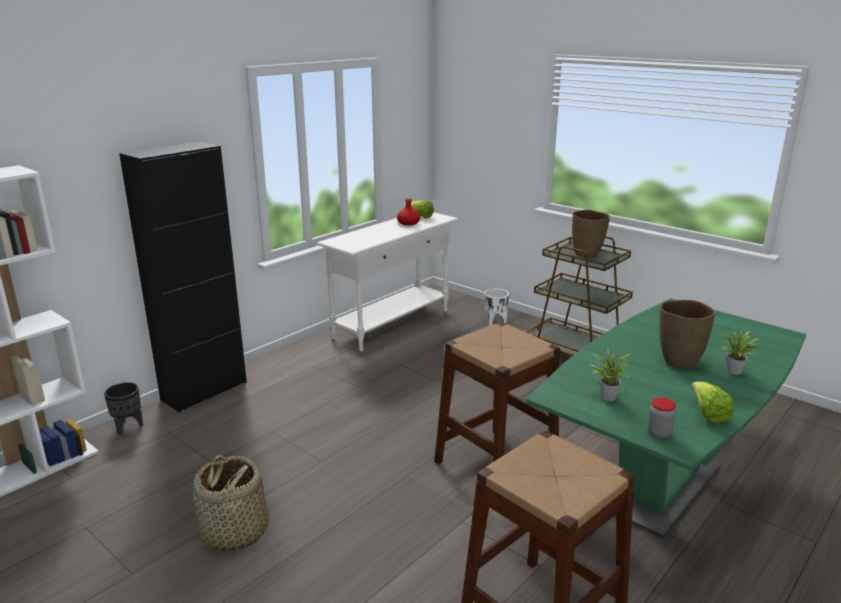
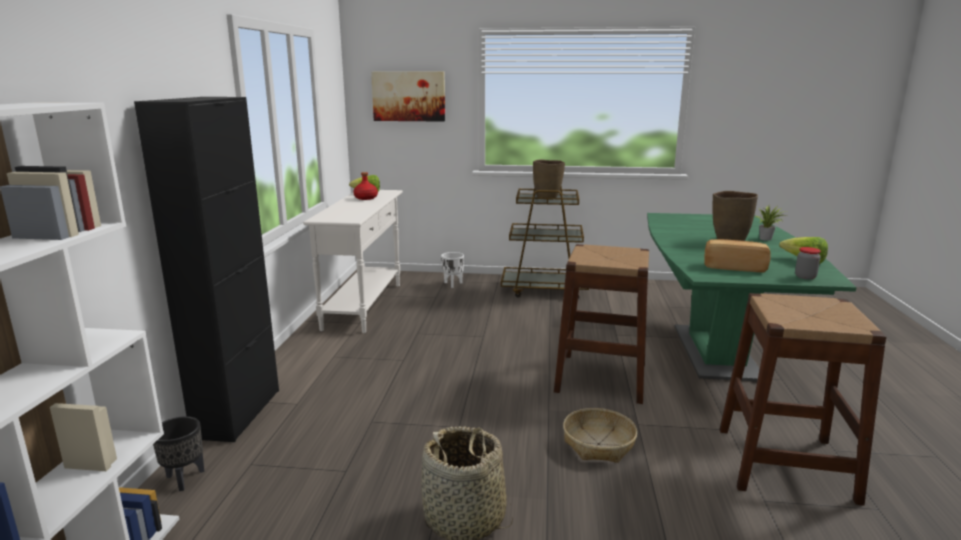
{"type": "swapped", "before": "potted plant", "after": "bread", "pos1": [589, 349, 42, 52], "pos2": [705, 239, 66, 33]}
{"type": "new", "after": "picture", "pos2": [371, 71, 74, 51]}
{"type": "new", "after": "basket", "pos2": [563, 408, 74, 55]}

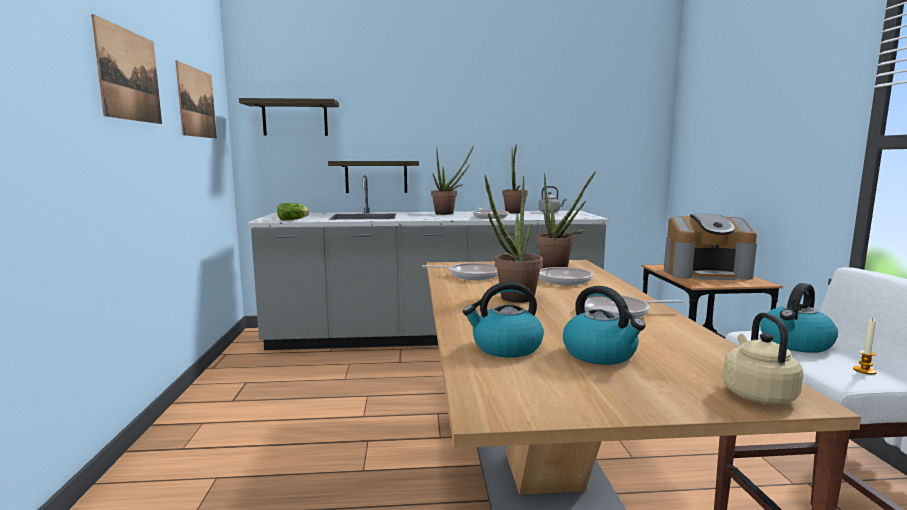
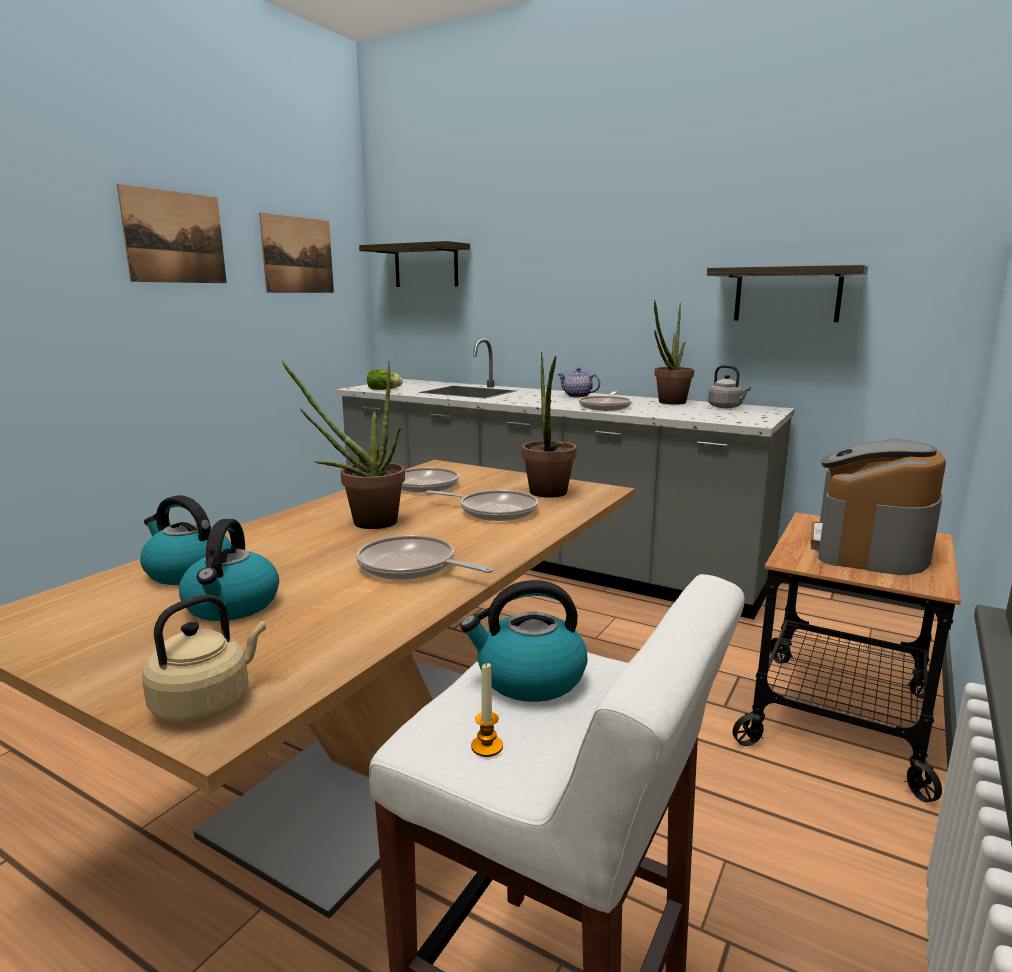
{"type": "shifted", "before": "shelf", "pos1": [328, 161, 91, 32], "pos2": [707, 265, 161, 57]}
{"type": "swapped", "before": "potted plant", "after": "teapot", "pos1": [431, 145, 43, 70], "pos2": [558, 368, 42, 30]}
{"type": "rotated", "before": "coffee machine", "pos1": [664, 214, 93, 66], "pos2": [811, 438, 135, 137], "turn": 75}

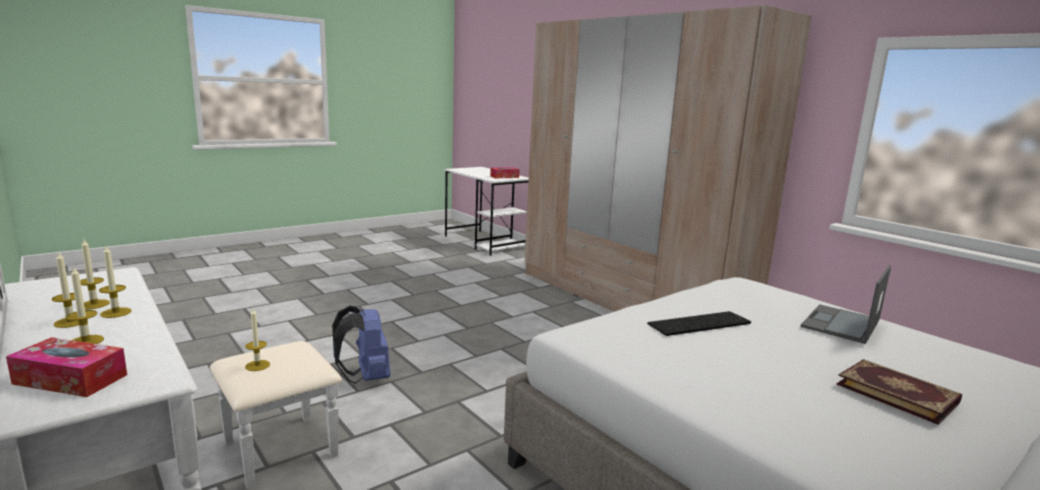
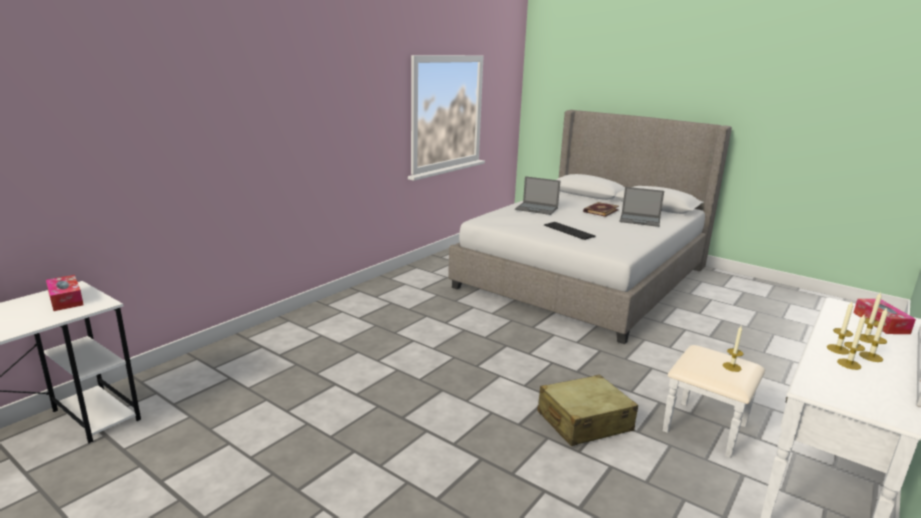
{"type": "swapped", "before": "blue backpack", "after": "beige suitcase", "pos1": [332, 305, 58, 79], "pos2": [537, 375, 101, 71]}
{"type": "gone", "before": "beige wardrobe", "pos1": [525, 5, 287, 307]}
{"type": "new", "after": "laptop", "pos2": [619, 187, 45, 40]}

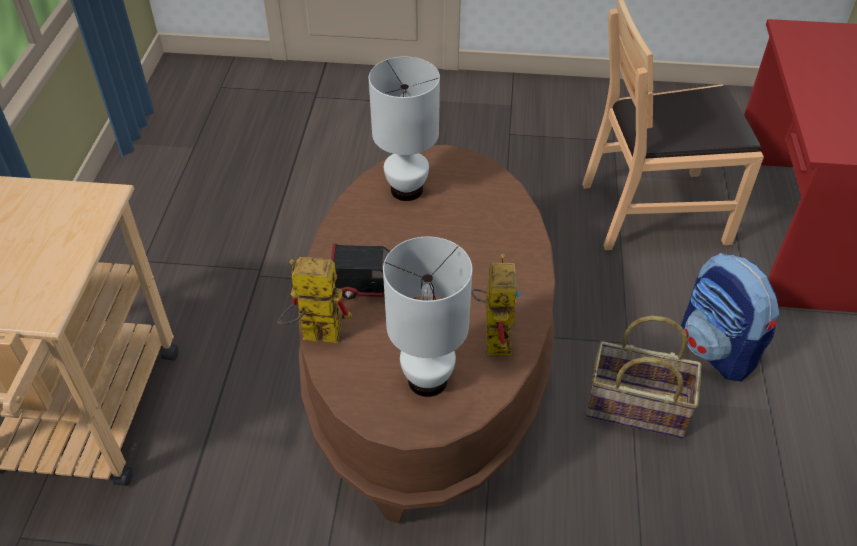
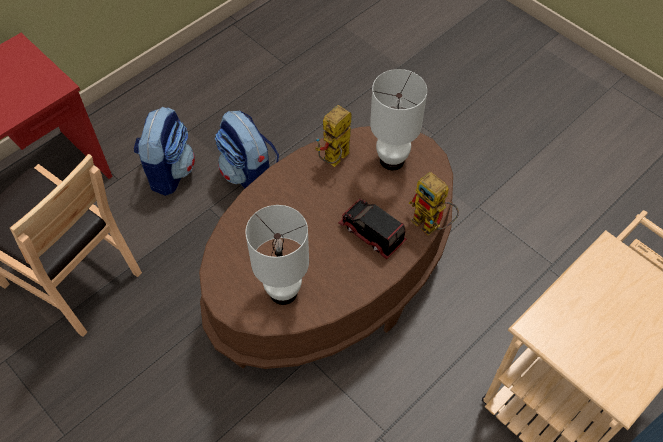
{"type": "swapped", "before": "basket", "after": "backpack", "pos1": [586, 316, 116, 122], "pos2": [215, 111, 64, 77]}

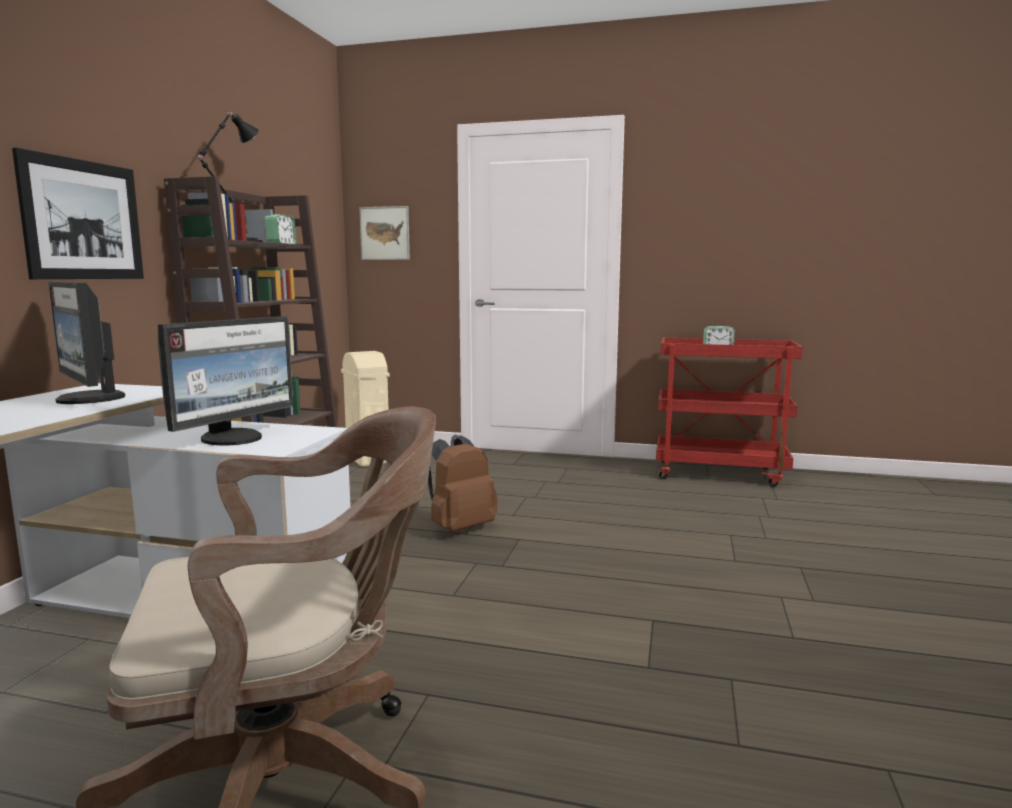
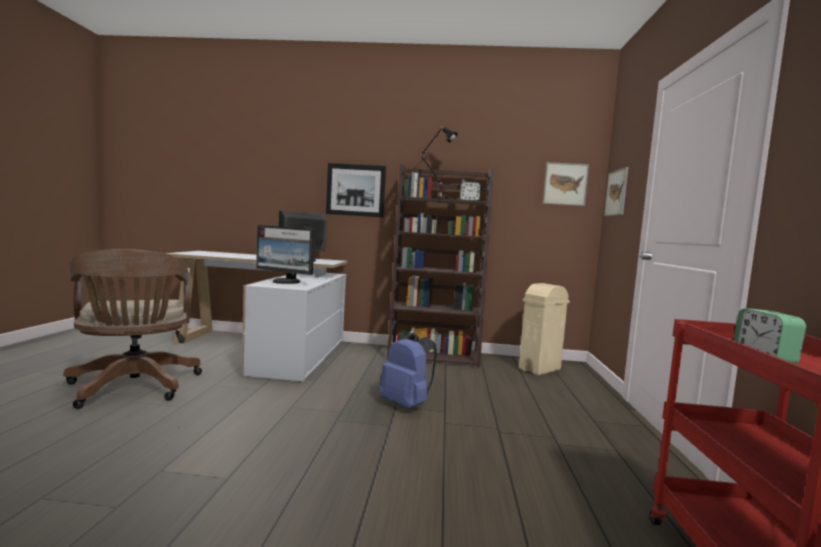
{"type": "repainted", "before": "brown backpack", "after": "blue backpack", "pos1": [428, 435, 70, 97], "pos2": [379, 333, 58, 75]}
{"type": "new", "after": "picture", "pos2": [543, 162, 46, 44]}

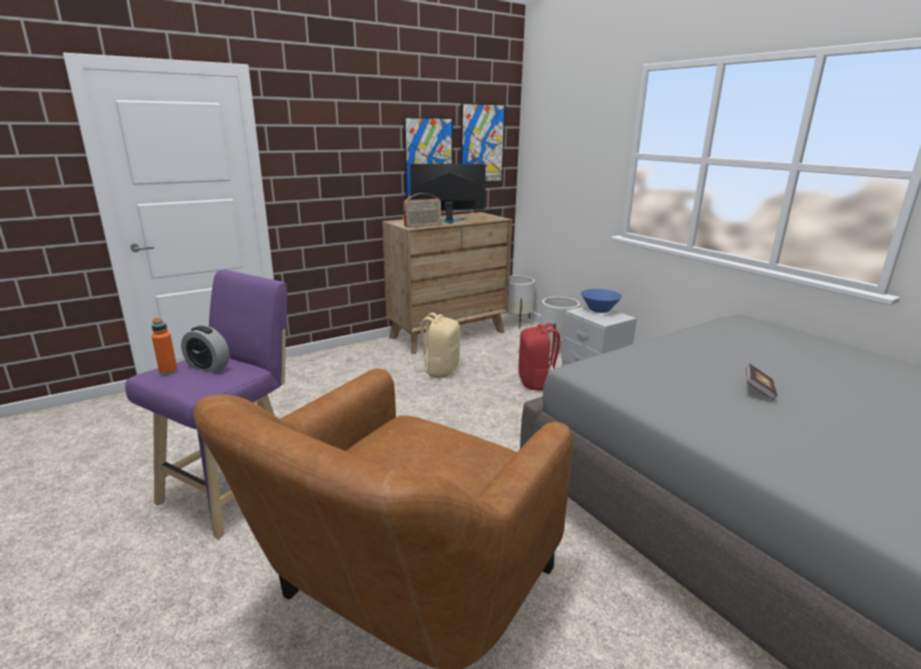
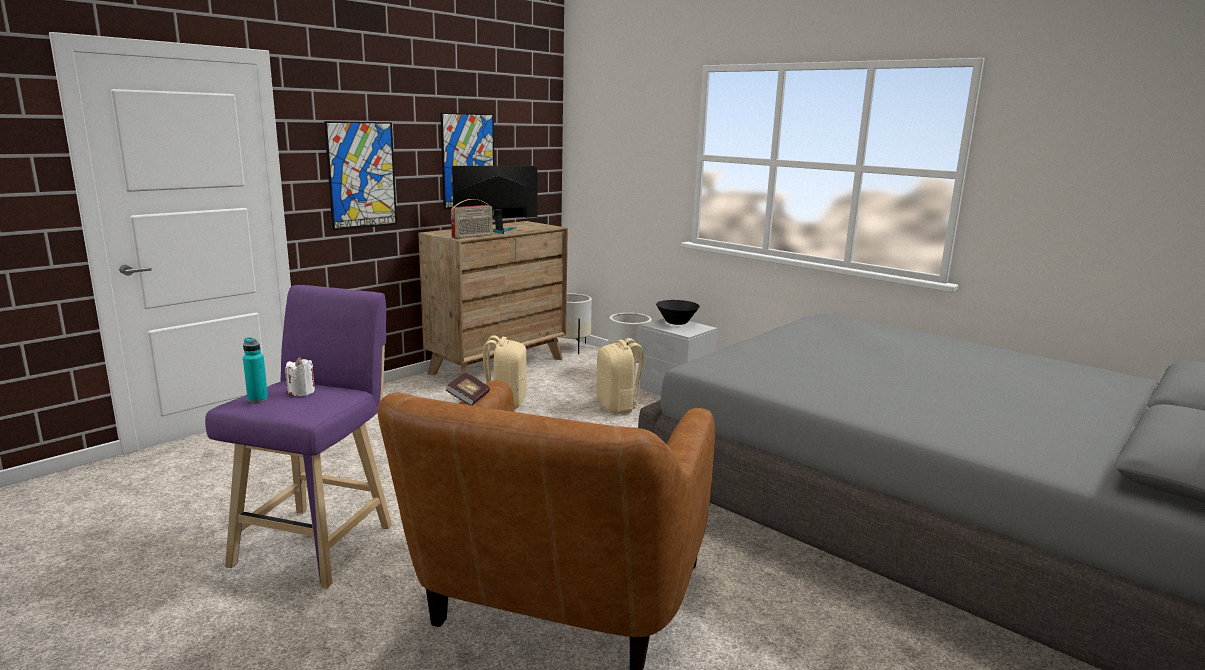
{"type": "repainted", "before": "orange bottle", "after": "turquoise bottle", "pos1": [152, 318, 26, 57], "pos2": [243, 338, 25, 65]}
{"type": "swapped", "before": "alarm clock", "after": "white candle", "pos1": [181, 326, 49, 46], "pos2": [285, 357, 30, 39]}
{"type": "shifted", "before": "picture", "pos1": [460, 103, 46, 80], "pos2": [324, 121, 73, 110]}
{"type": "repainted", "before": "red backpack", "after": "beige backpack", "pos1": [518, 323, 42, 67], "pos2": [596, 338, 51, 76]}
{"type": "repainted", "before": "blue bowl", "after": "black bowl", "pos1": [581, 289, 41, 24], "pos2": [656, 300, 44, 25]}
{"type": "shifted", "before": "book", "pos1": [746, 364, 31, 35], "pos2": [446, 372, 44, 34]}

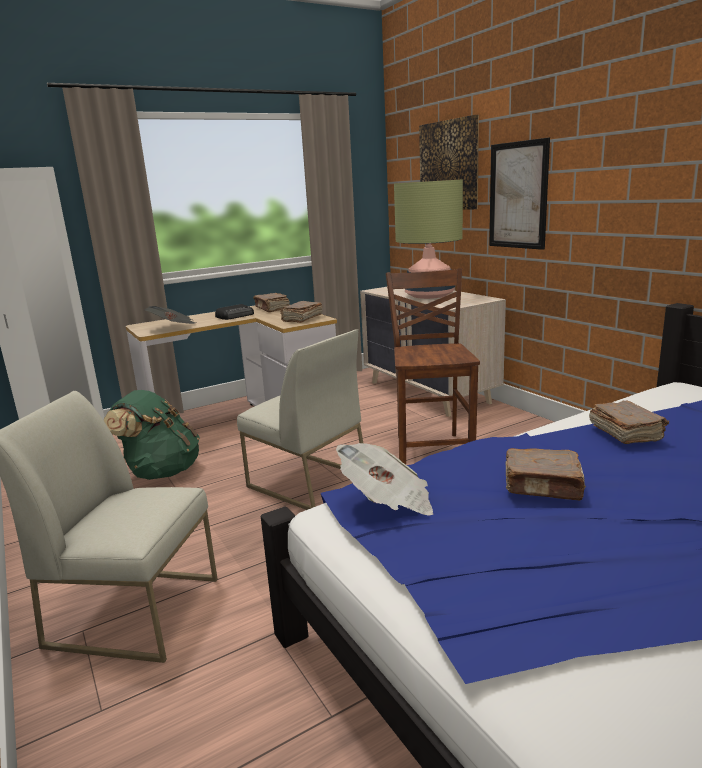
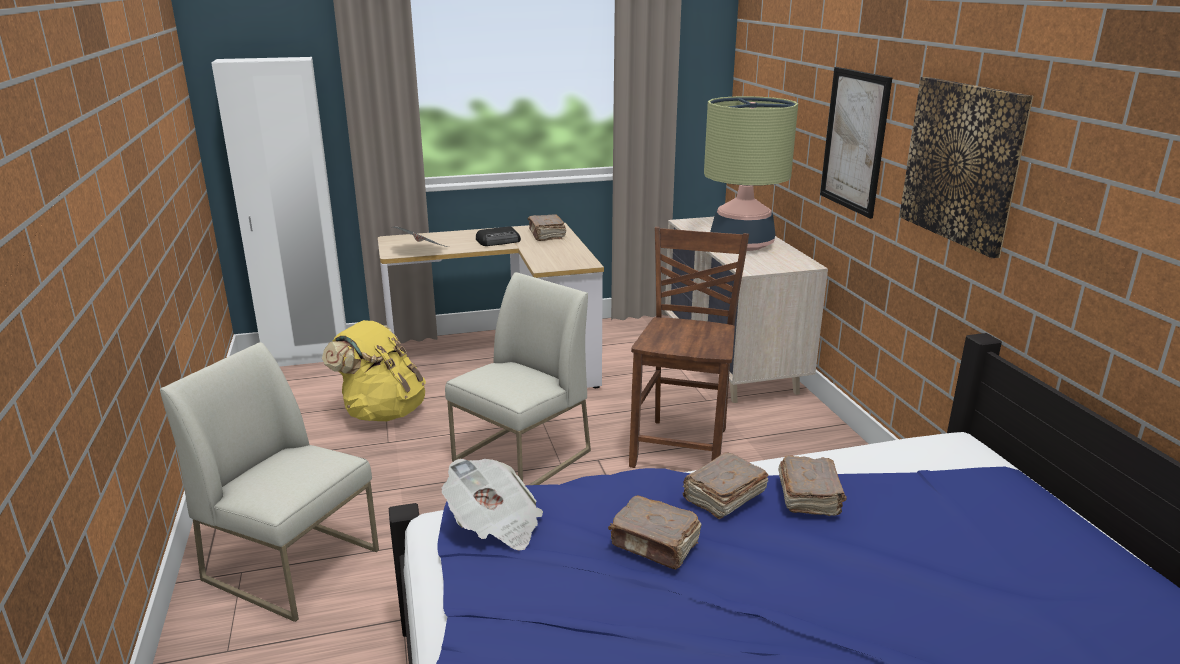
{"type": "repainted", "before": "green backpack", "after": "yellow backpack", "pos1": [104, 390, 96, 90], "pos2": [322, 320, 104, 102]}
{"type": "rotated", "before": "white chair", "pos1": [237, 329, 126, 181], "pos2": [445, 272, 146, 213], "turn": -105}
{"type": "shifted", "before": "brown book", "pos1": [281, 301, 42, 22], "pos2": [683, 452, 86, 67]}
{"type": "shifted", "before": "picture", "pos1": [419, 115, 60, 94], "pos2": [899, 77, 134, 181]}

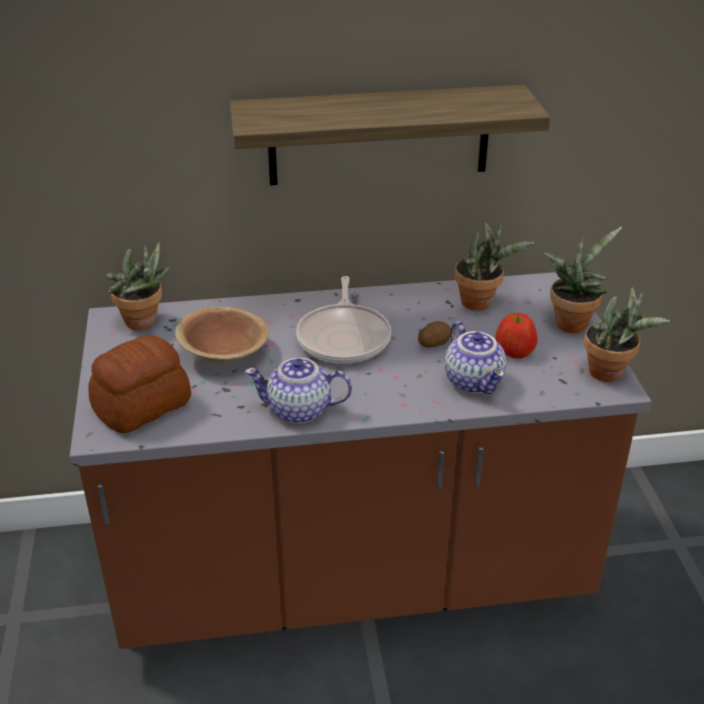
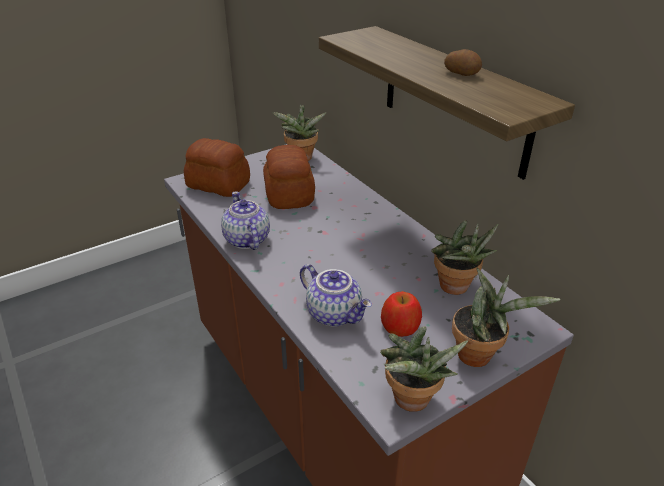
{"type": "swapped", "before": "brown bowl", "after": "bread", "pos1": [175, 307, 94, 56], "pos2": [263, 145, 52, 64]}
{"type": "gone", "before": "frying pan", "pos1": [296, 276, 95, 88]}
{"type": "shifted", "before": "potato", "pos1": [418, 321, 33, 27], "pos2": [444, 49, 38, 27]}
{"type": "rotated", "before": "teapot", "pos1": [445, 321, 61, 73], "pos2": [300, 264, 72, 63], "turn": -90}

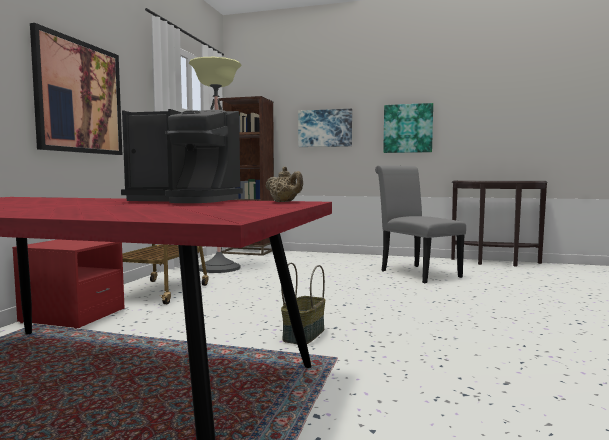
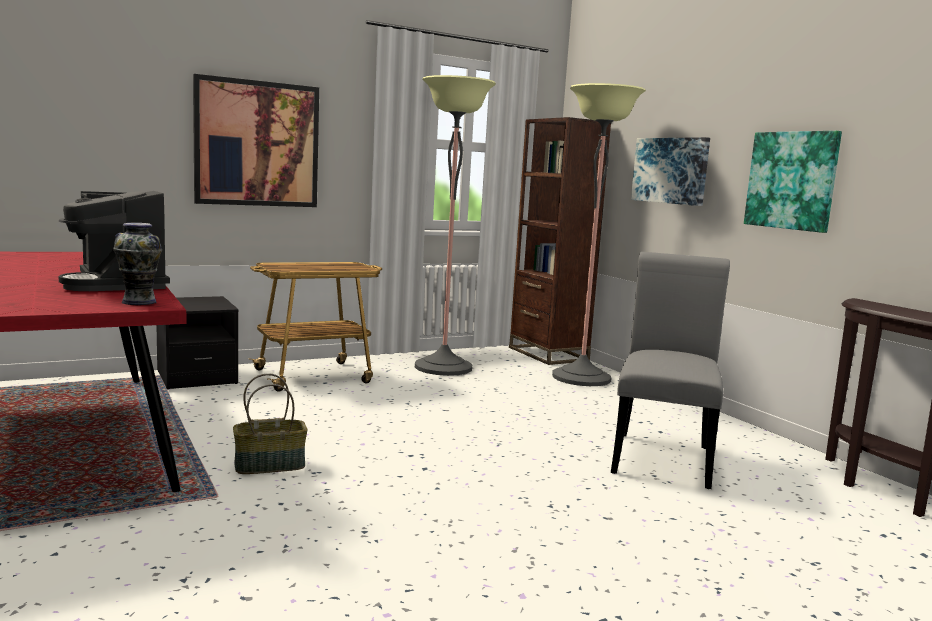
{"type": "repainted", "before": "red nightstand", "after": "black nightstand", "pos1": [12, 239, 113, 90], "pos2": [156, 296, 83, 94]}
{"type": "swapped", "before": "beige teapot", "after": "vase", "pos1": [266, 166, 37, 36], "pos2": [113, 223, 49, 82]}
{"type": "new", "after": "floor lamp", "pos2": [552, 83, 94, 303]}

